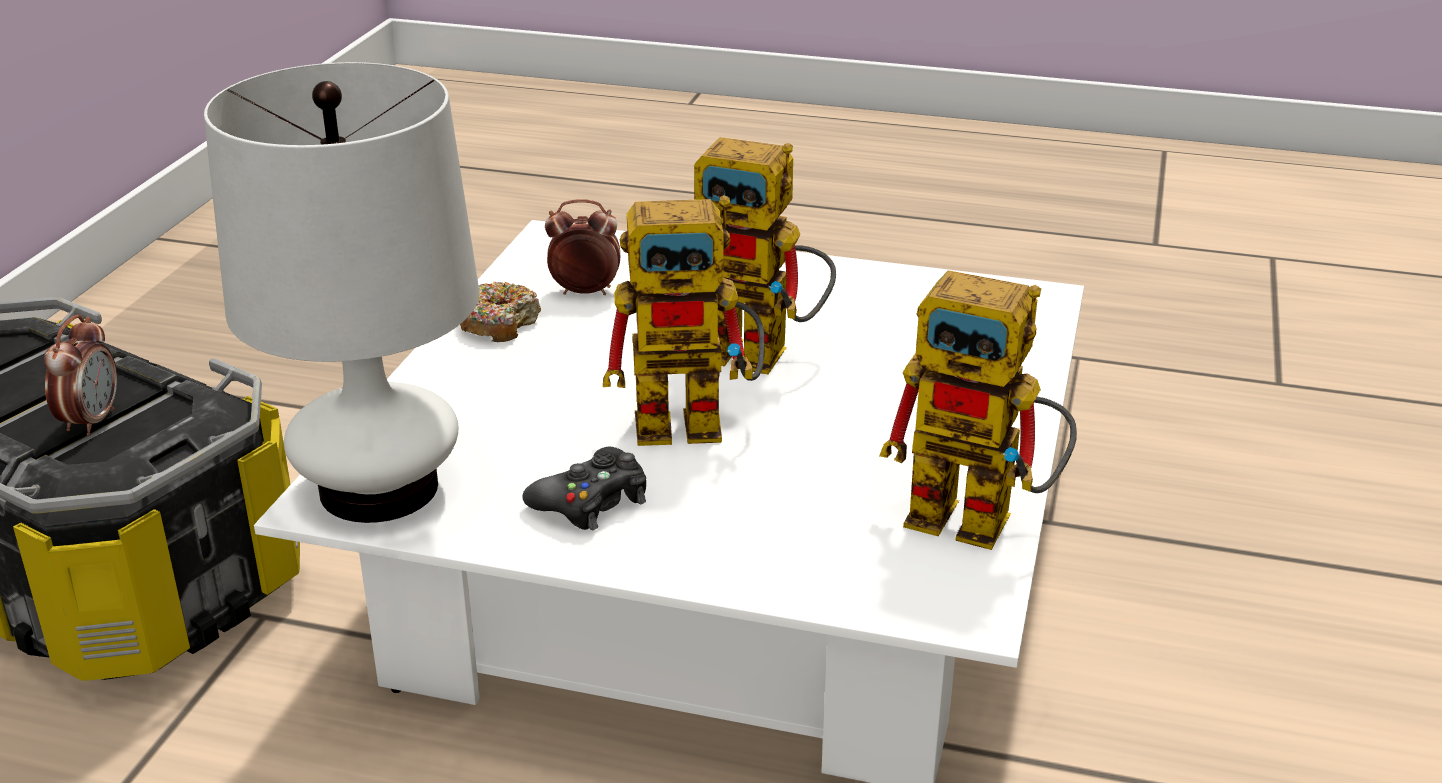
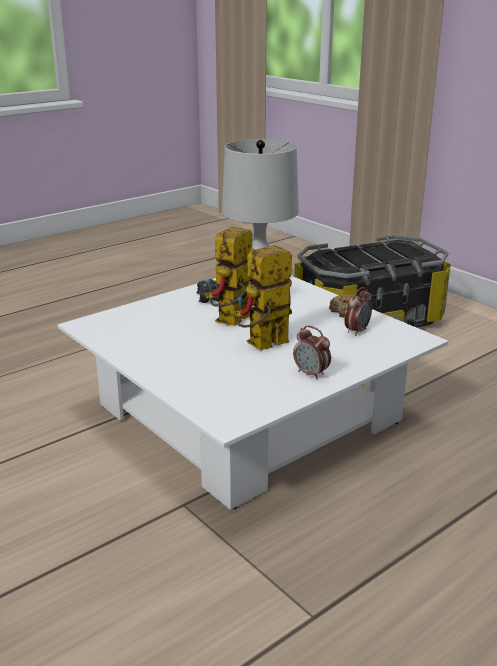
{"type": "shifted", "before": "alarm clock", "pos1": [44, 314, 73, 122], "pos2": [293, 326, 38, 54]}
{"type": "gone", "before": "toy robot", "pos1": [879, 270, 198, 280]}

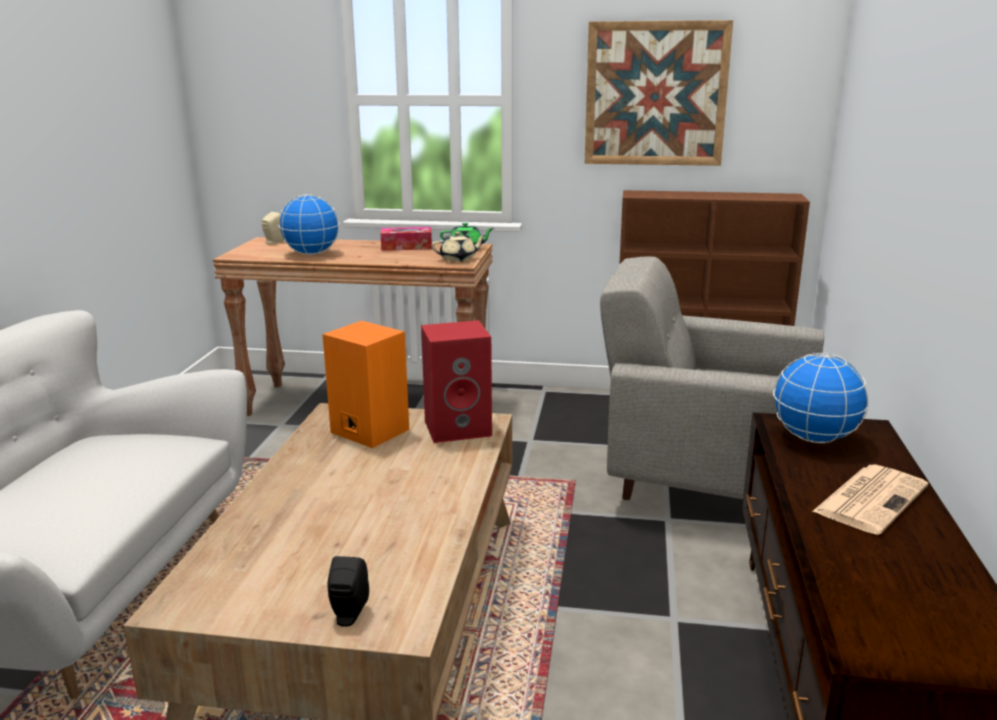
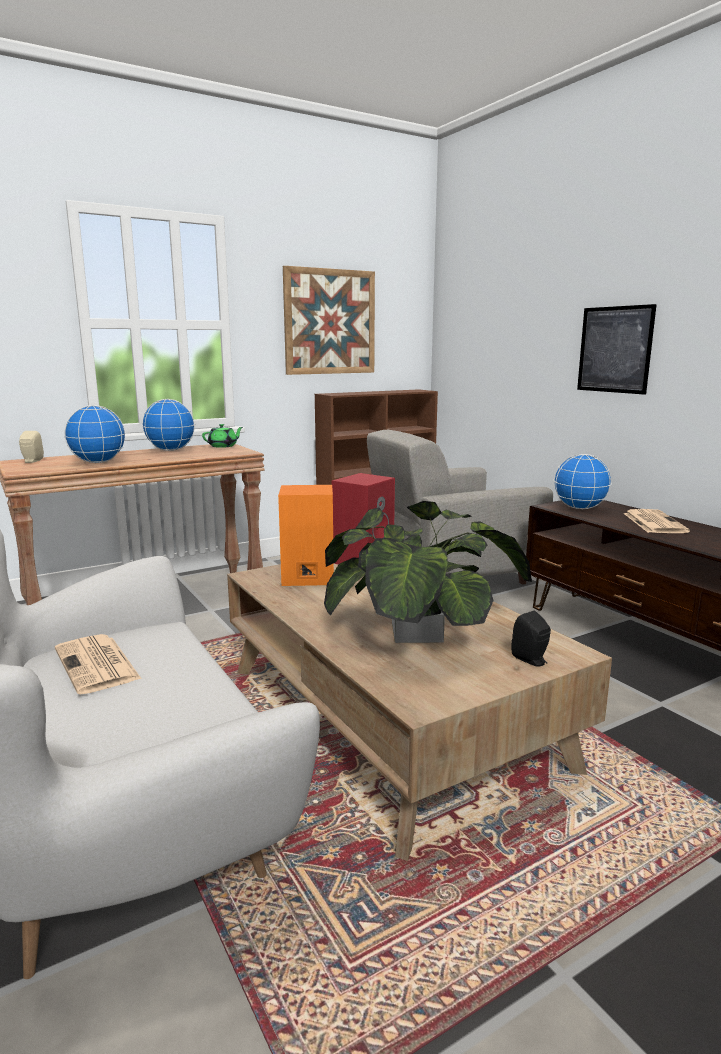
{"type": "swapped", "before": "tissue box", "after": "globe", "pos1": [380, 227, 52, 24], "pos2": [142, 399, 53, 52]}
{"type": "gone", "before": "beige teapot", "pos1": [432, 231, 55, 31]}
{"type": "new", "after": "newspaper", "pos2": [55, 634, 86, 61]}
{"type": "new", "after": "potted plant", "pos2": [324, 501, 208, 142]}
{"type": "new", "after": "picture", "pos2": [577, 304, 80, 91]}

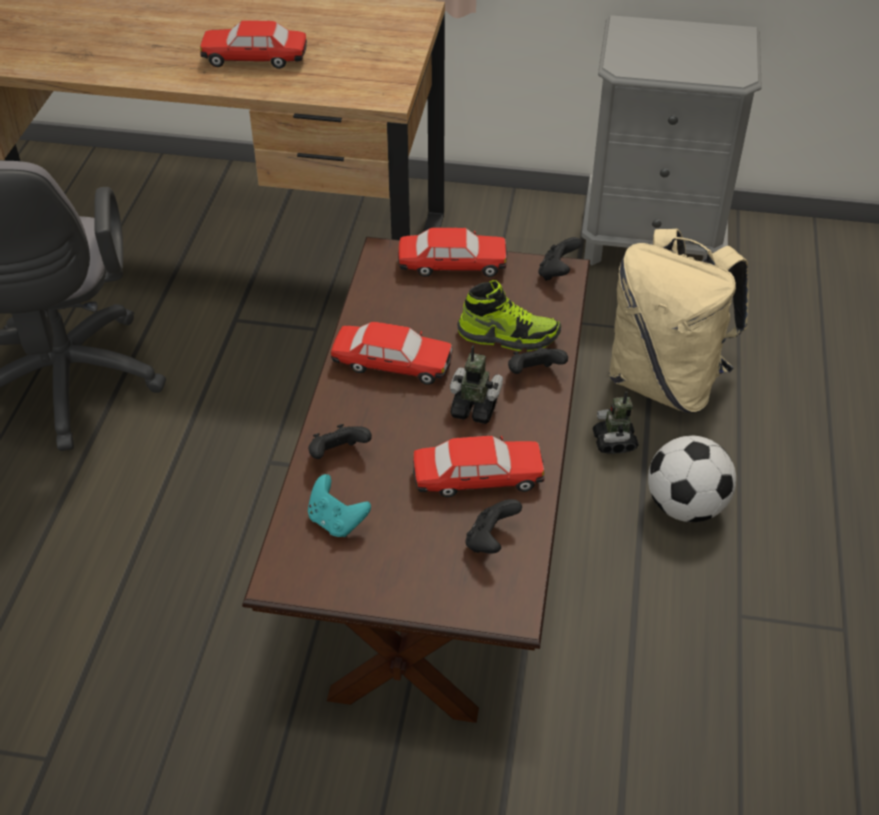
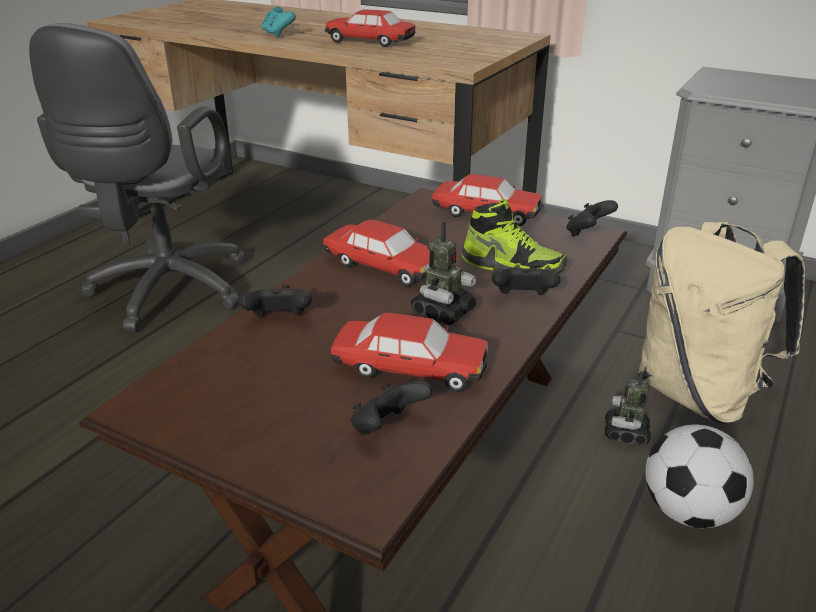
{"type": "shifted", "before": "turquoise game controller", "pos1": [308, 474, 63, 63], "pos2": [262, 7, 34, 31]}
{"type": "rotated", "before": "toy robot", "pos1": [450, 345, 53, 79], "pos2": [411, 221, 65, 104], "turn": 90}

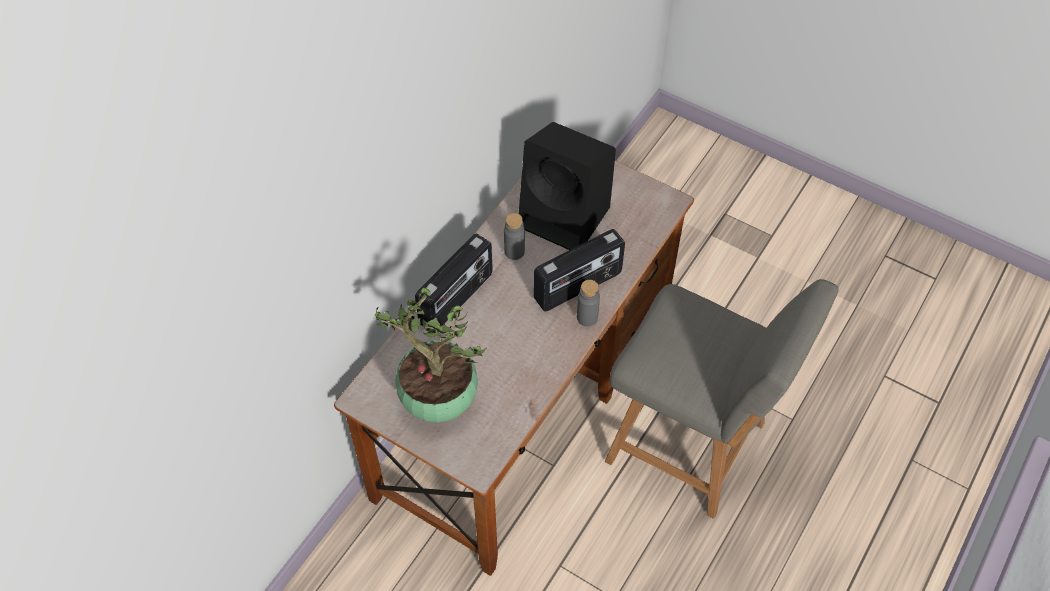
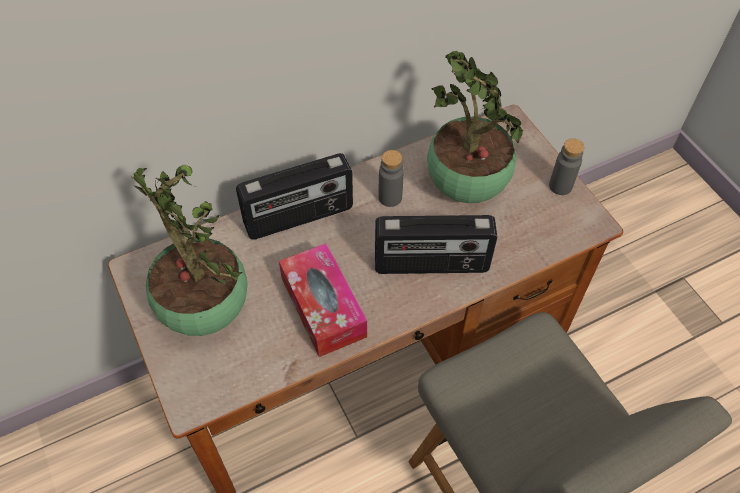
{"type": "swapped", "before": "black speaker", "after": "potted plant", "pos1": [519, 122, 97, 128], "pos2": [427, 51, 97, 152]}
{"type": "shifted", "before": "grey bottle", "pos1": [577, 280, 23, 46], "pos2": [549, 138, 35, 57]}
{"type": "new", "after": "tissue box", "pos2": [279, 243, 88, 114]}

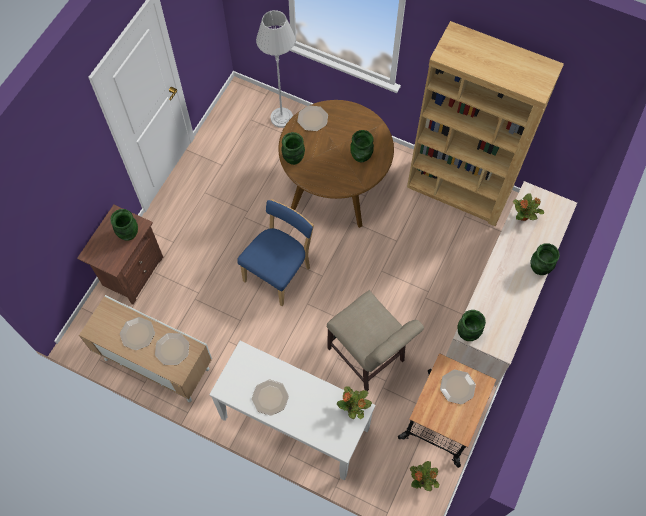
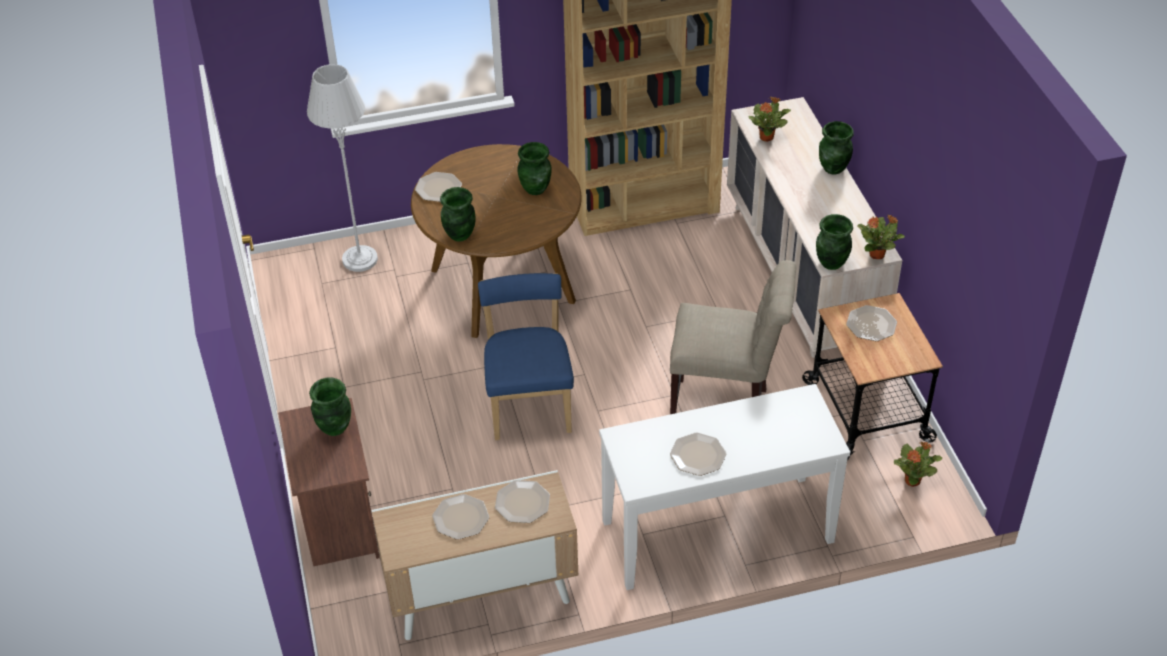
{"type": "shifted", "before": "potted plant", "pos1": [337, 386, 35, 33], "pos2": [857, 215, 48, 44]}

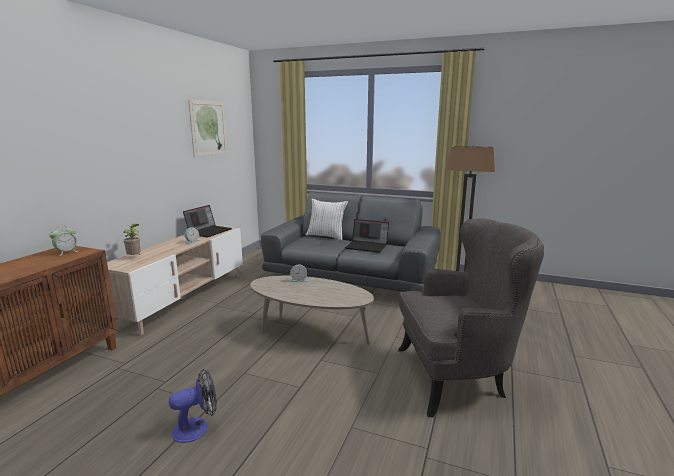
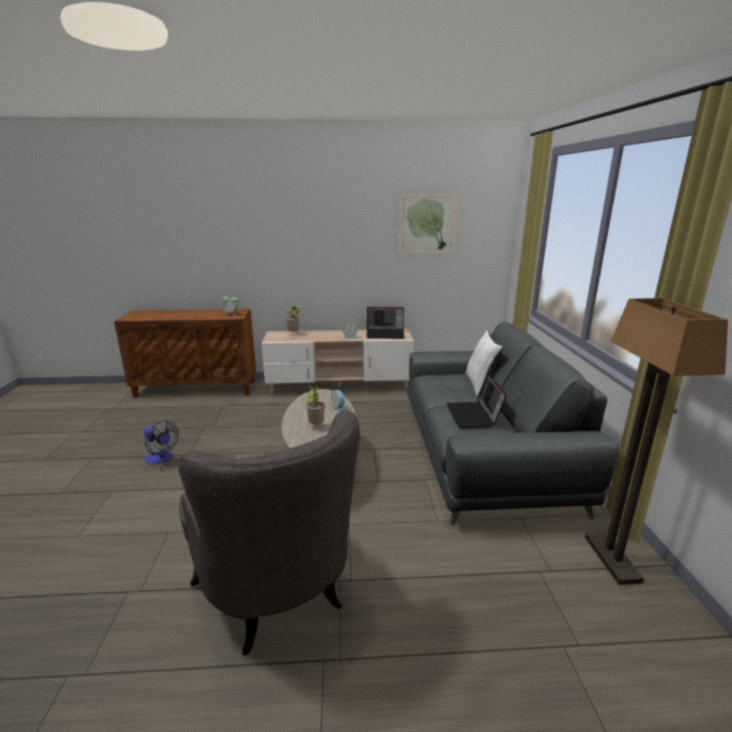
{"type": "new", "after": "potted plant", "pos2": [306, 385, 19, 39]}

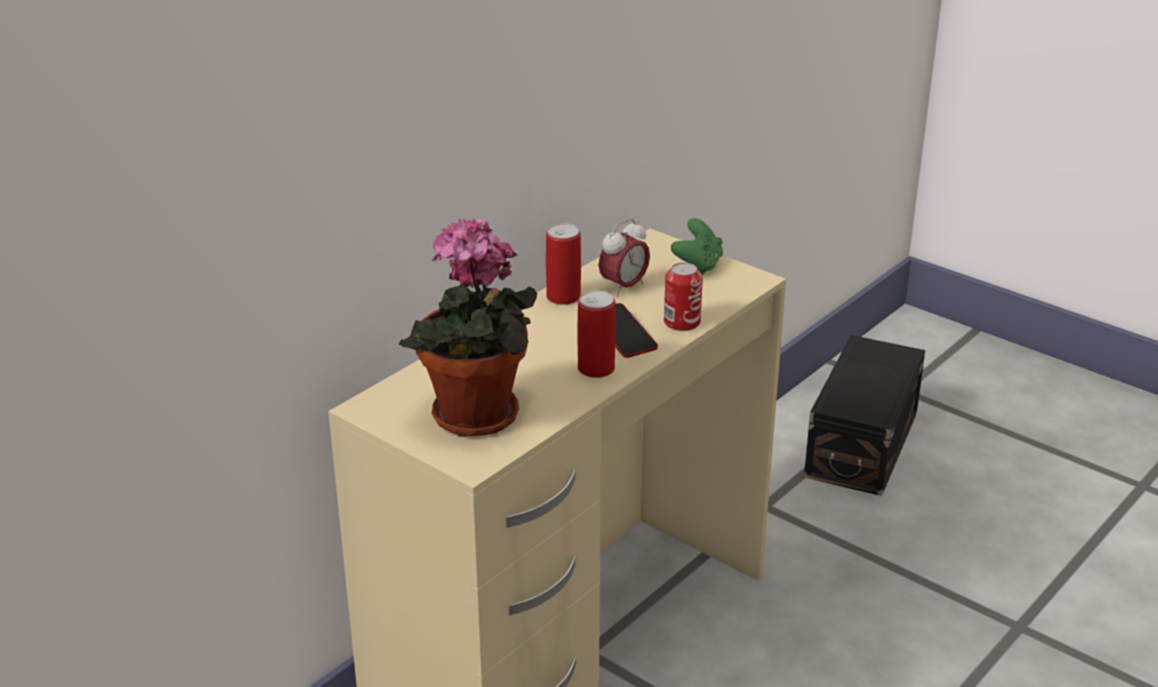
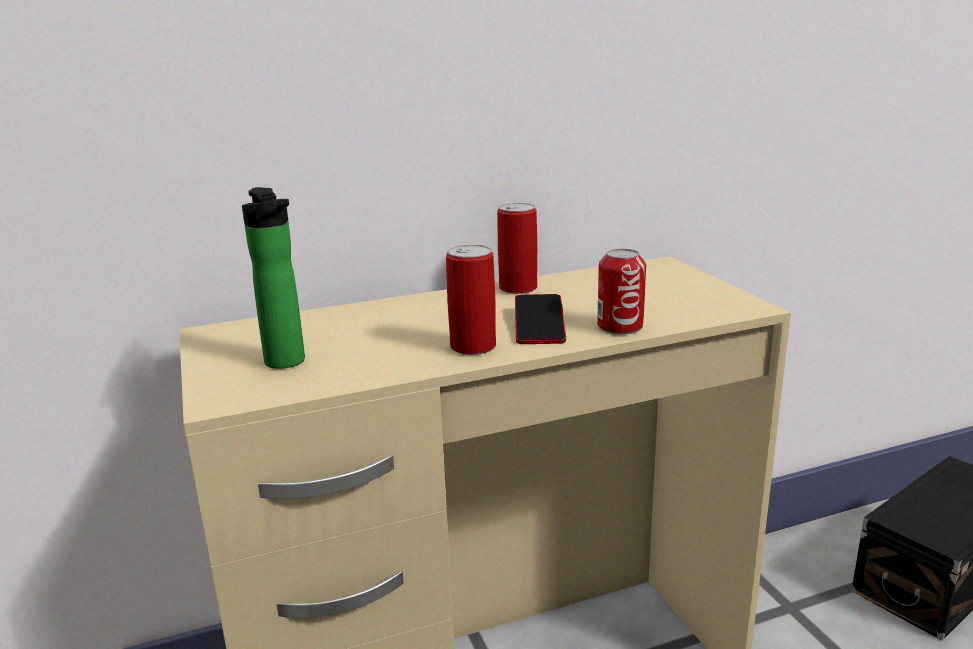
{"type": "swapped", "before": "potted plant", "after": "bottle", "pos1": [399, 219, 138, 217], "pos2": [242, 187, 63, 182]}
{"type": "gone", "before": "alarm clock", "pos1": [599, 218, 51, 79]}
{"type": "gone", "before": "green game controller", "pos1": [671, 218, 52, 57]}

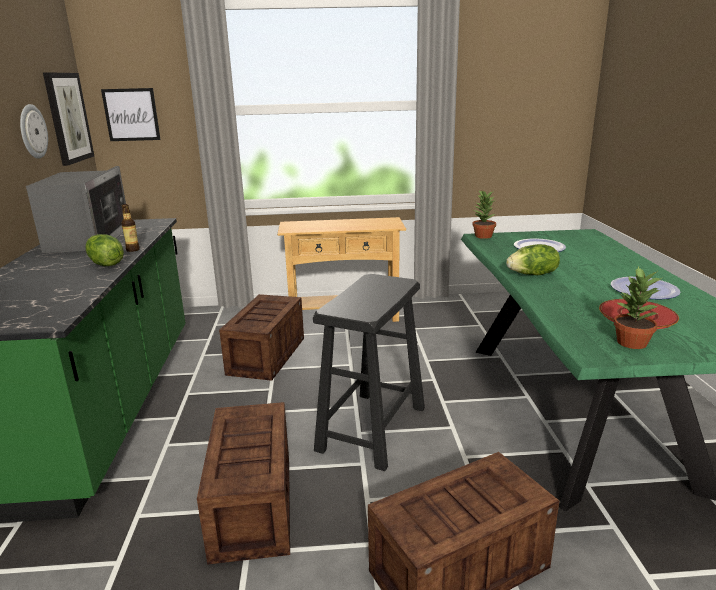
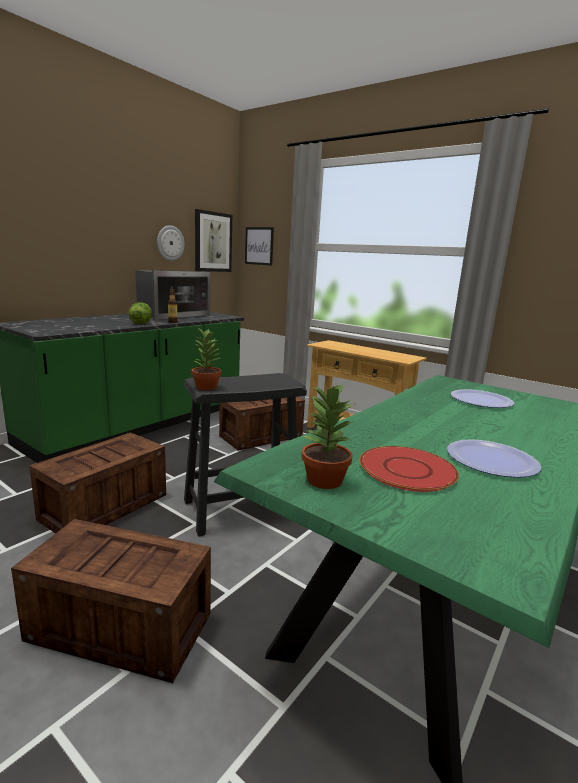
{"type": "shifted", "before": "potted plant", "pos1": [472, 191, 24, 48], "pos2": [192, 327, 29, 63]}
{"type": "gone", "before": "lettuce", "pos1": [506, 244, 54, 31]}

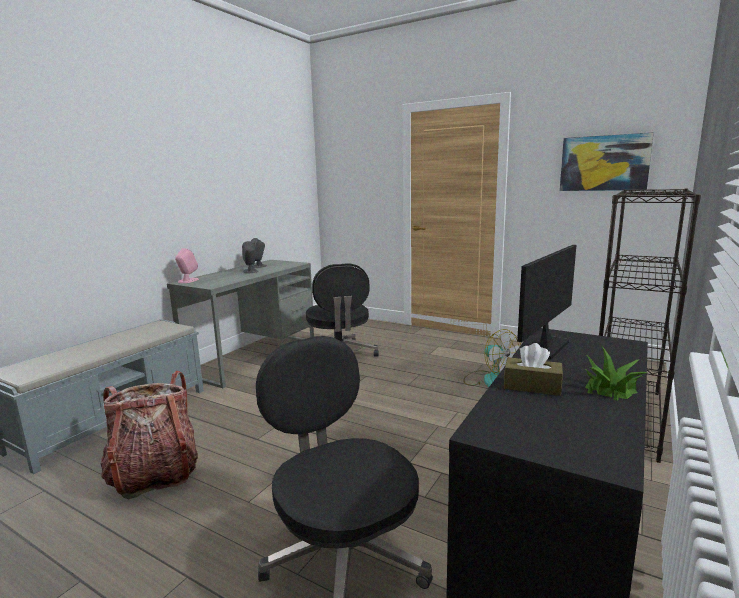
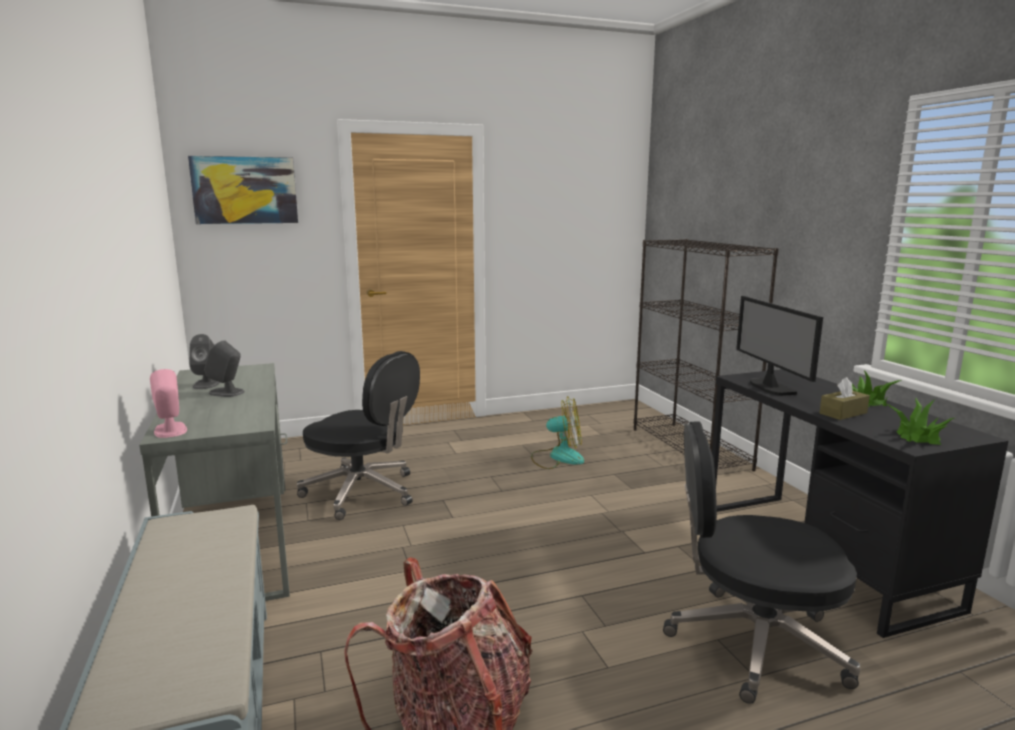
{"type": "shifted", "before": "picture", "pos1": [560, 132, 94, 59], "pos2": [188, 156, 110, 68]}
{"type": "new", "after": "potted plant", "pos2": [885, 398, 69, 47]}

